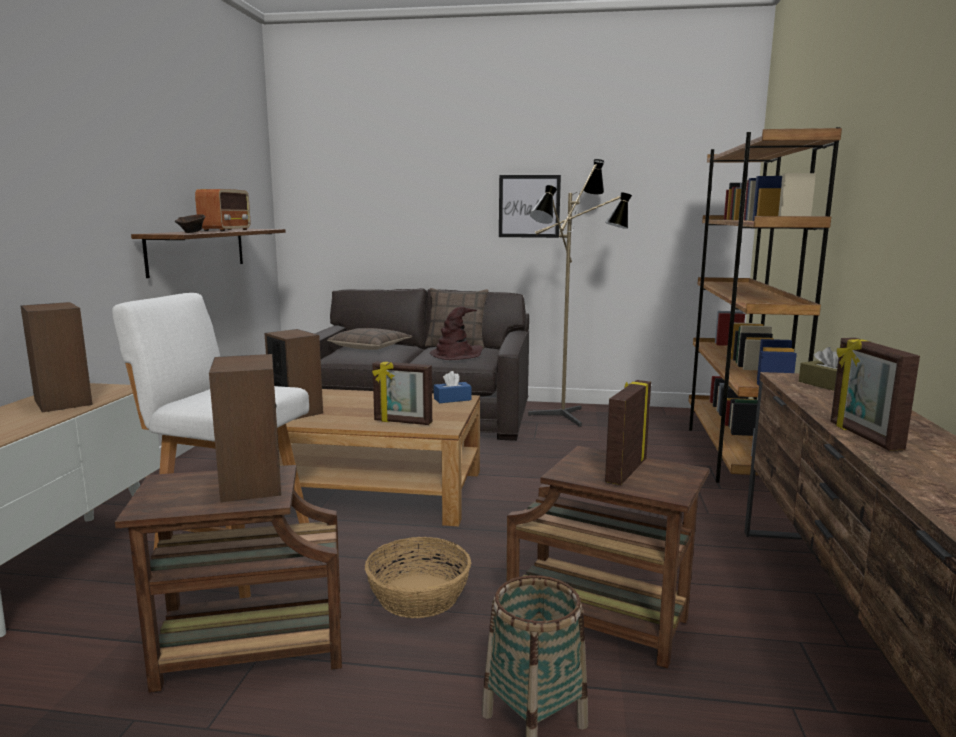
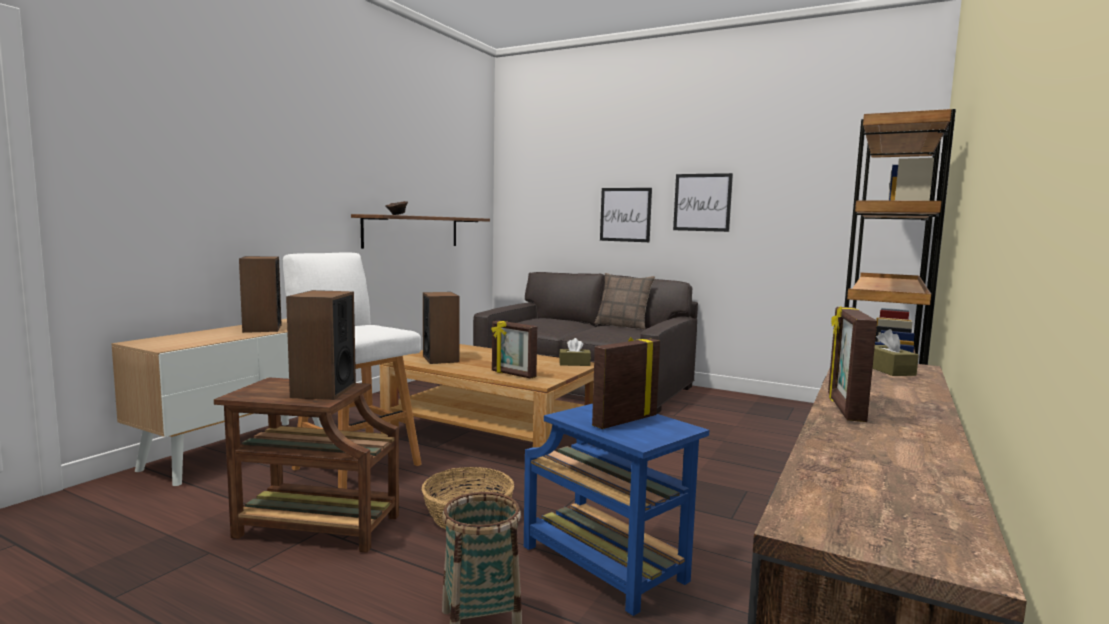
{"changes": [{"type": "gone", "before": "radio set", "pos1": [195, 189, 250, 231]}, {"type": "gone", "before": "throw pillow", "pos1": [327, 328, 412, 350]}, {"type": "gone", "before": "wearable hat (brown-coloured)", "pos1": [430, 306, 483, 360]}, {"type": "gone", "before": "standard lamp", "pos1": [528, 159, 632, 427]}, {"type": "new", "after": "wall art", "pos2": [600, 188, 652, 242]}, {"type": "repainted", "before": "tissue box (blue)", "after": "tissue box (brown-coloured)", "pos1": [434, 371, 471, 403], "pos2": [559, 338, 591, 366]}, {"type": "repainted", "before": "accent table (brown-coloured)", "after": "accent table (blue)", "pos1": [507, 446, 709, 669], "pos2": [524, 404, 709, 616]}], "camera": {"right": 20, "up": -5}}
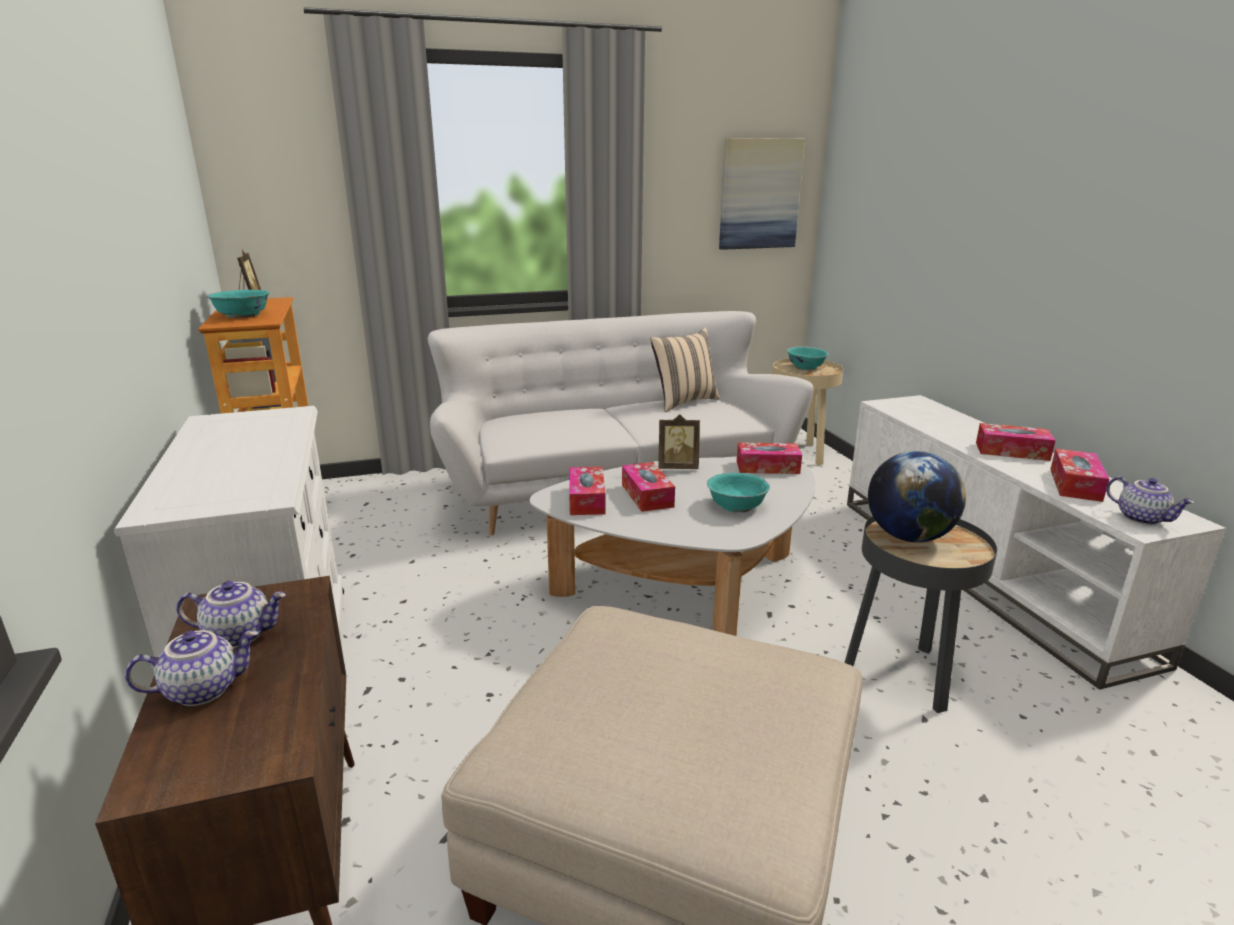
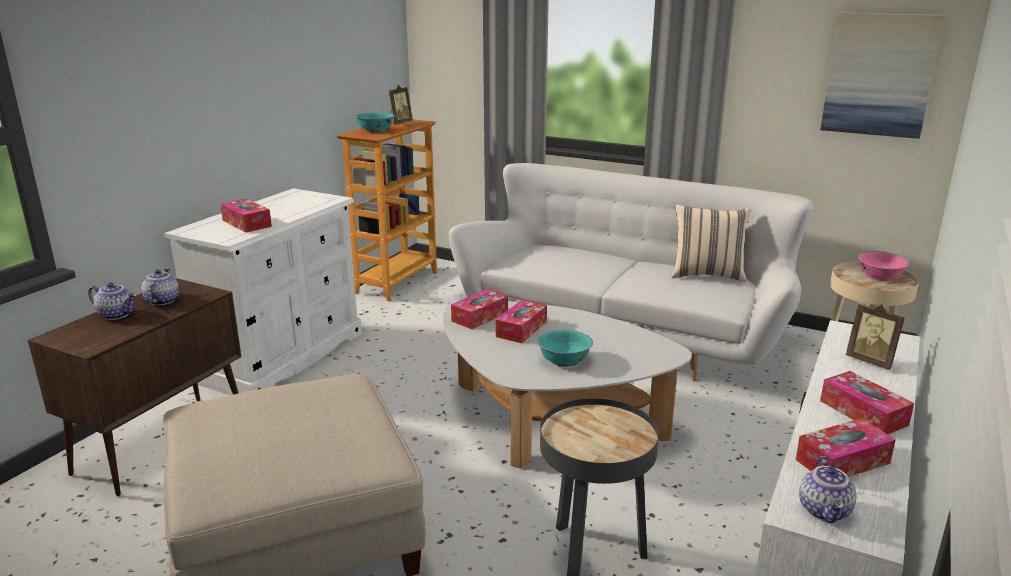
{"changes": [{"type": "gone", "before": "desk globe", "pos1": [868, 451, 966, 542]}, {"type": "shifted", "before": "standing frame", "pos1": [658, 414, 700, 469], "pos2": [846, 304, 905, 370]}, {"type": "shifted", "before": "tissue box", "pos1": [737, 442, 802, 474], "pos2": [220, 199, 272, 233]}, {"type": "repainted", "before": "deep dish (turquoise-coloured)", "after": "deep dish (pinkish)", "pos1": [787, 346, 829, 370], "pos2": [858, 251, 909, 281]}, {"type": "rotated", "before": "tea pot", "pos1": [177, 581, 286, 648], "pos2": [141, 268, 179, 306], "turn": -135}], "camera": {"right": 45, "up": 0}}
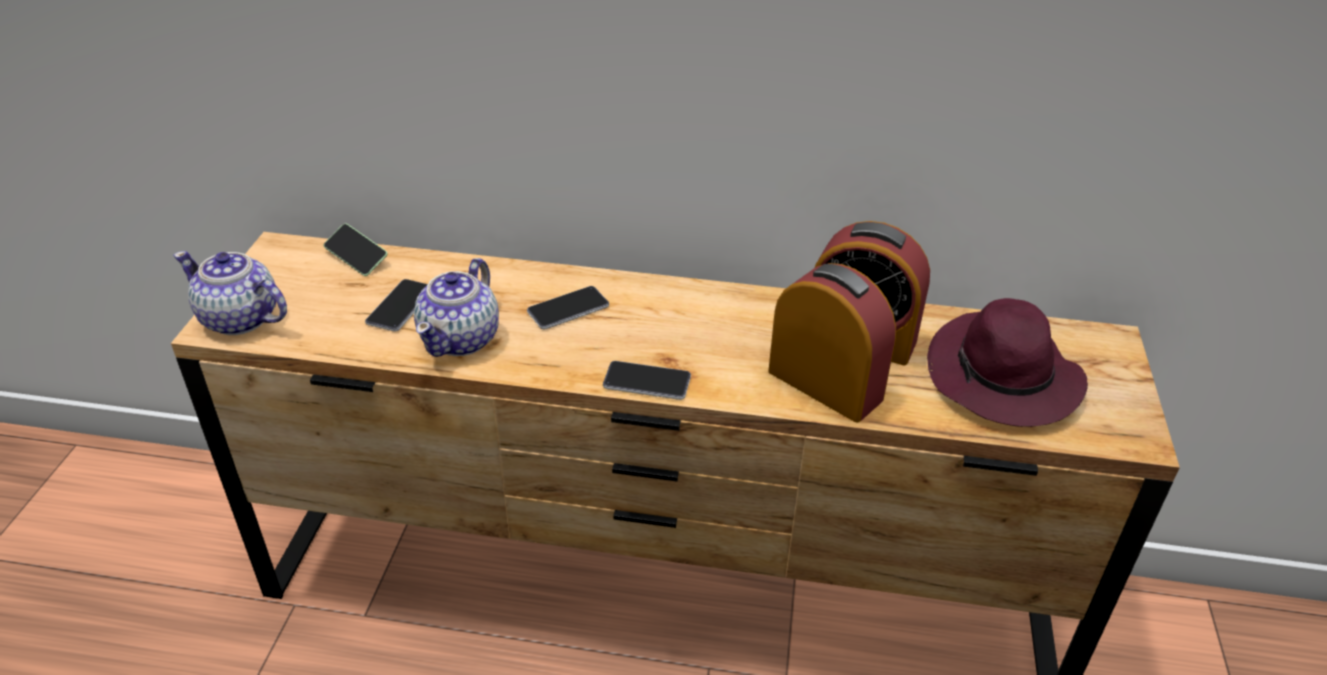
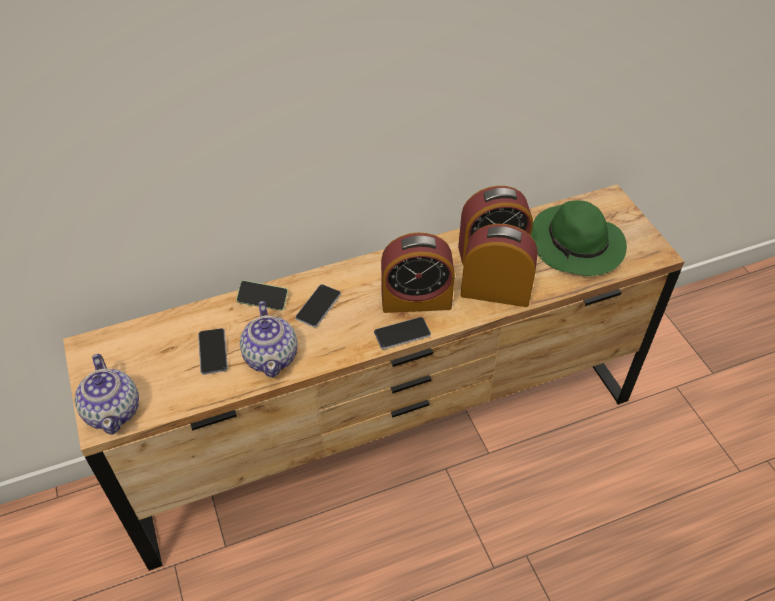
{"changes": [{"type": "new", "after": "table clock", "pos2": [381, 232, 455, 313]}, {"type": "shifted", "before": "handset", "pos1": [324, 223, 388, 276], "pos2": [236, 280, 288, 311]}, {"type": "repainted", "before": "wearable hat (purplish)", "after": "wearable hat (green-coloured)", "pos1": [927, 298, 1088, 427], "pos2": [531, 200, 627, 276]}, {"type": "rotated", "before": "tea pot", "pos1": [173, 251, 287, 335], "pos2": [74, 354, 139, 434], "turn": -105}], "camera": {"right": -30, "up": 10}}
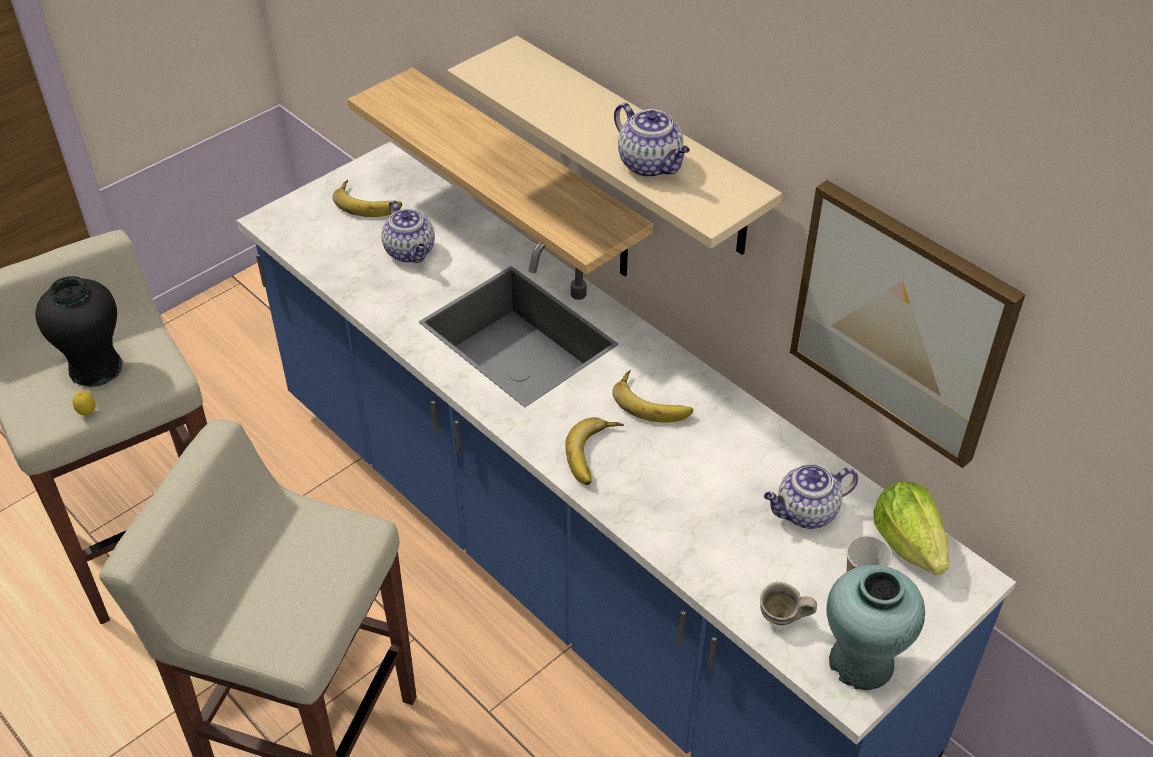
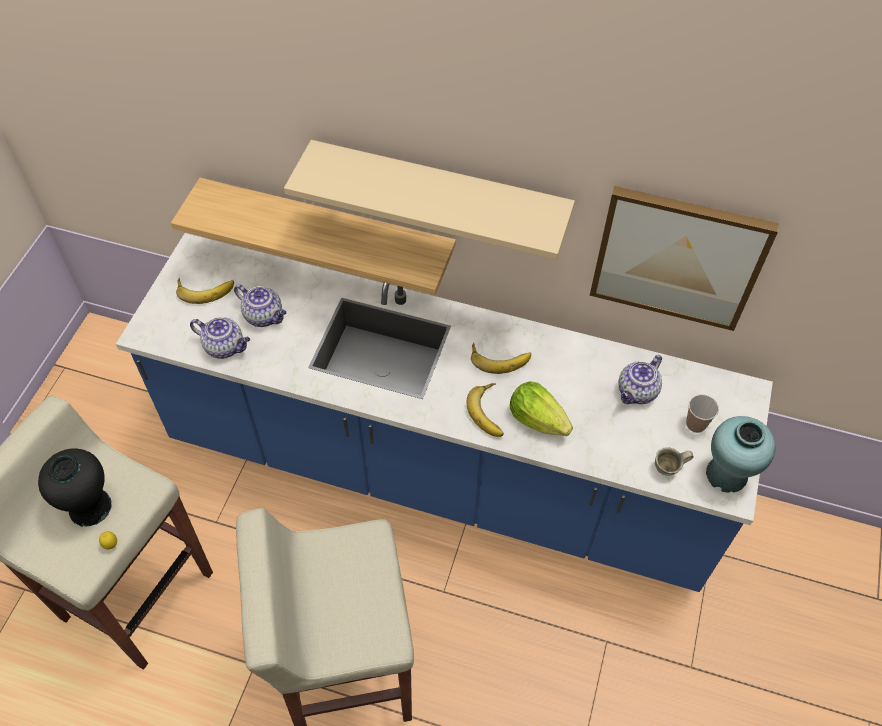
{"changes": [{"type": "shifted", "before": "tea pot", "pos1": [614, 103, 690, 177], "pos2": [190, 317, 250, 359]}, {"type": "shifted", "before": "lettuce", "pos1": [874, 481, 949, 575], "pos2": [510, 381, 573, 436]}], "camera": {"right": -30, "up": 10}}
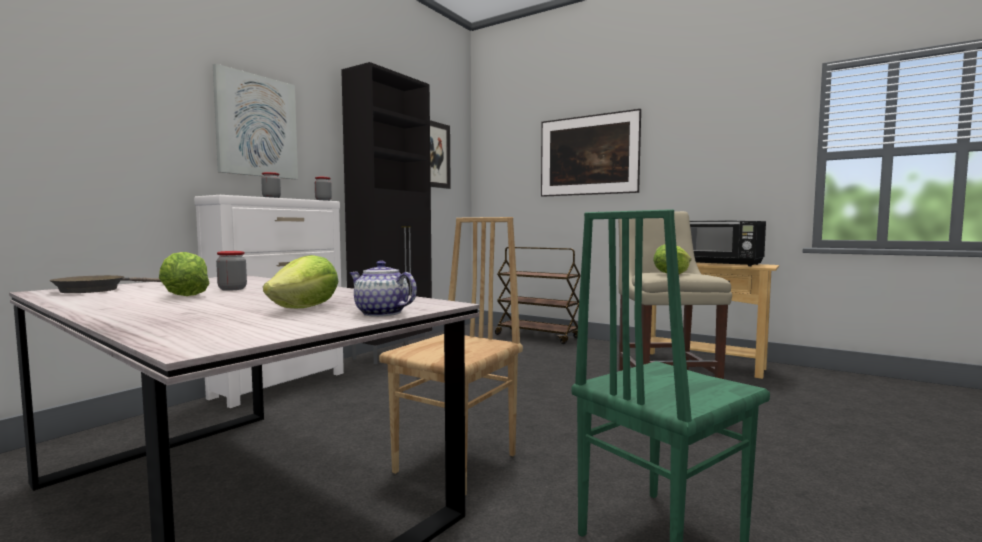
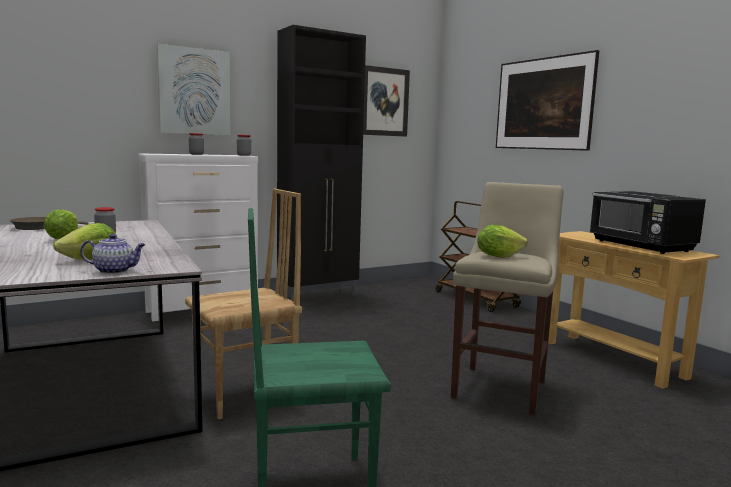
{"changes": [{"type": "rotated", "before": "tea pot", "pos1": [349, 261, 417, 317], "pos2": [80, 234, 146, 274], "turn": 120}], "camera": {"right": 25, "up": 5}}
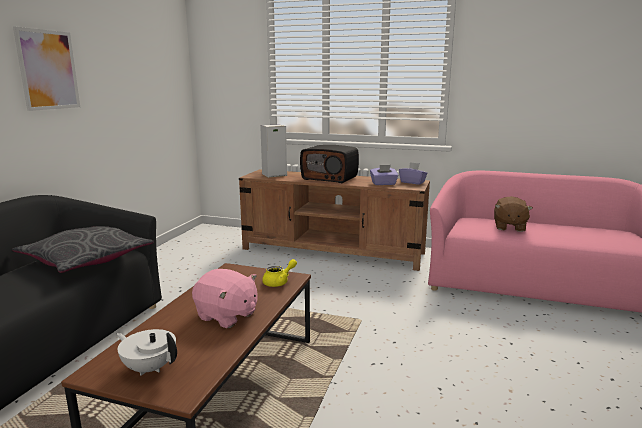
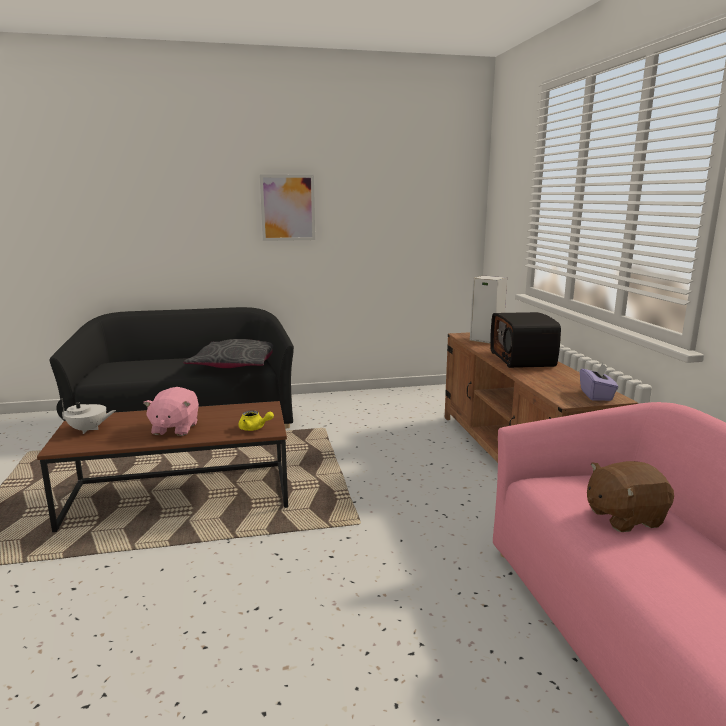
{"changes": [{"type": "gone", "before": "tissue box (purplish)", "pos1": [370, 165, 399, 185]}, {"type": "rotated", "before": "tea pot (whitish)", "pos1": [117, 329, 177, 376], "pos2": [56, 398, 116, 434], "turn": 90}], "camera": {"right": 60, "up": 0}}
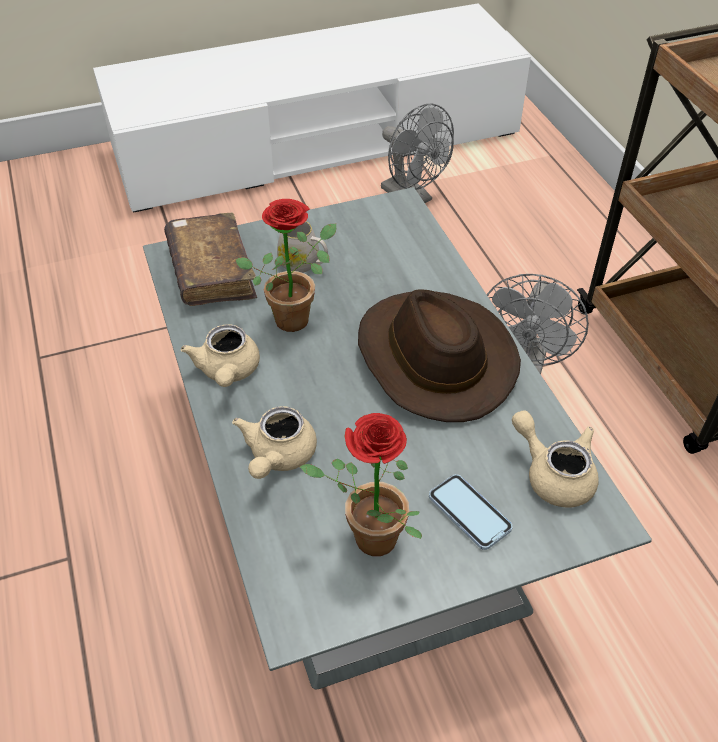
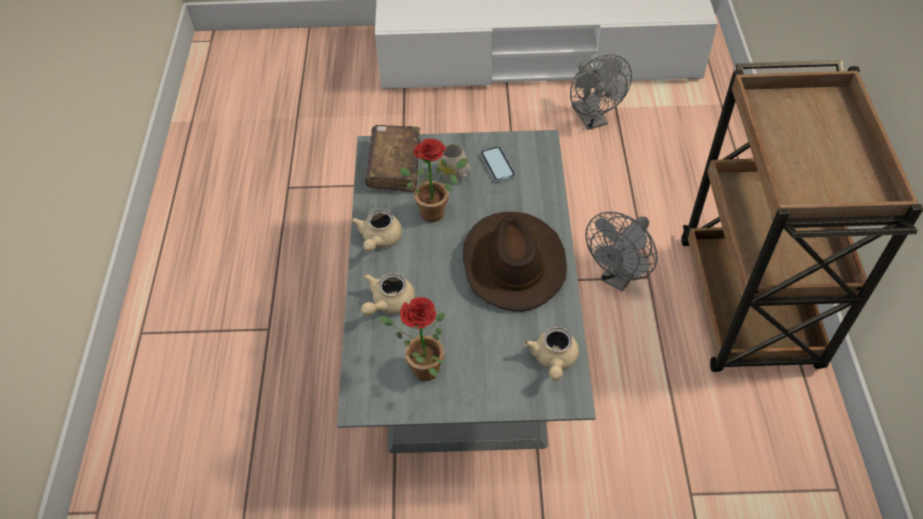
{"changes": [{"type": "shifted", "before": "handset", "pos1": [429, 474, 513, 550], "pos2": [480, 146, 516, 182]}, {"type": "rotated", "before": "tea pot (sand-coloured)", "pos1": [512, 410, 599, 507], "pos2": [524, 327, 579, 380], "turn": -150}], "camera": {"right": 20, "up": 5}}
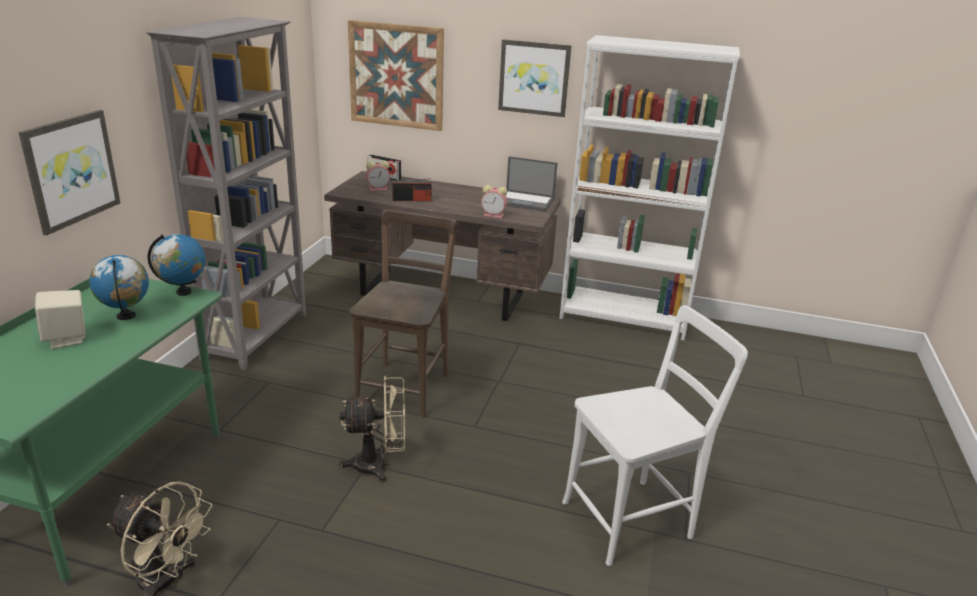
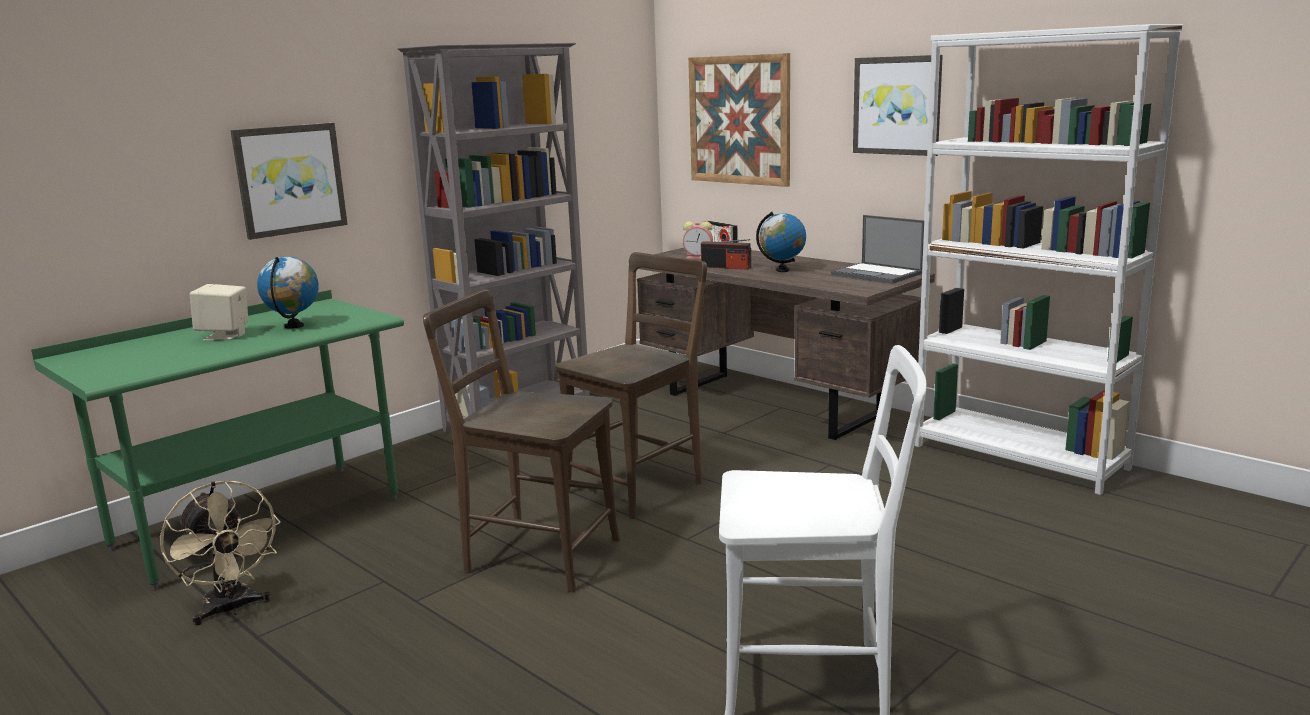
{"changes": [{"type": "gone", "before": "table clock", "pos1": [481, 185, 507, 218]}, {"type": "shifted", "before": "desk globe", "pos1": [147, 234, 205, 296], "pos2": [756, 212, 806, 272]}, {"type": "swapped", "before": "electric fan (sand-coloured)", "after": "plain chair (brown-coloured)", "pos1": [339, 376, 405, 483], "pos2": [423, 289, 620, 592]}], "camera": {"right": 30, "up": -10}}
